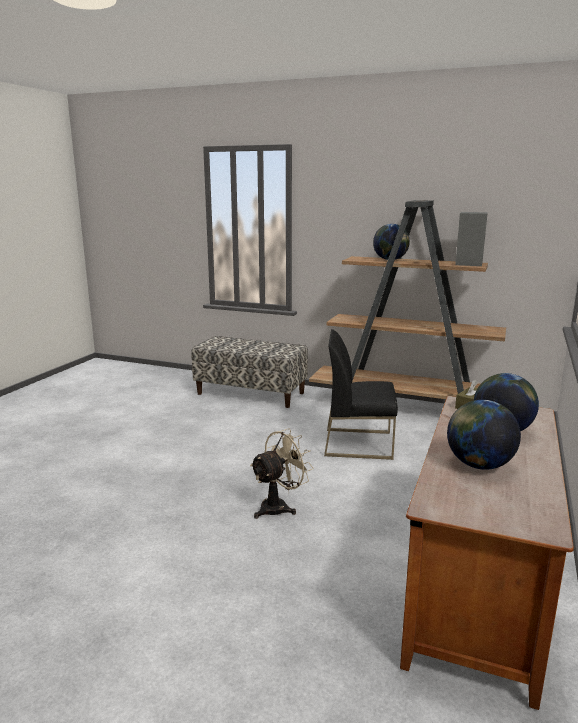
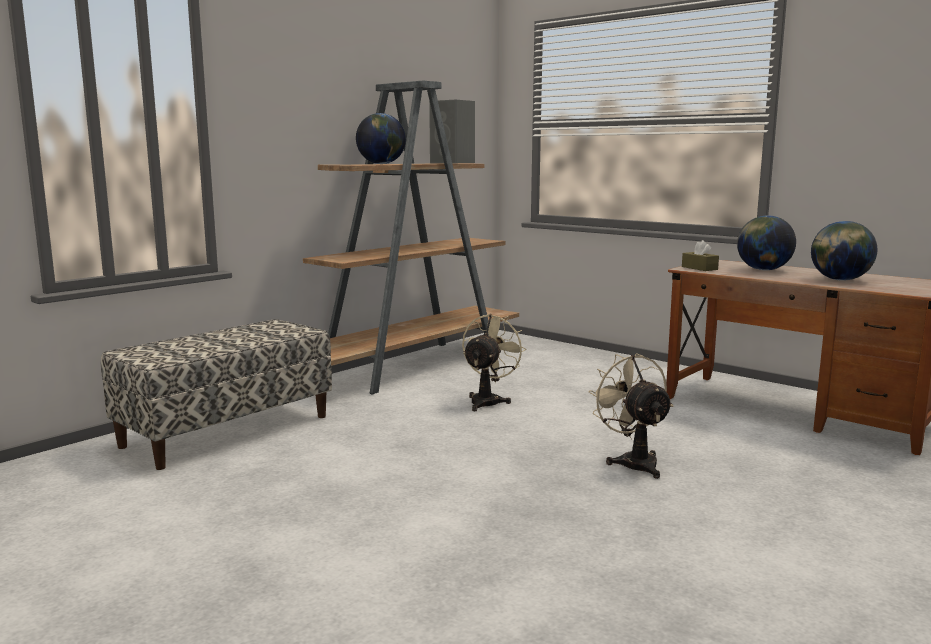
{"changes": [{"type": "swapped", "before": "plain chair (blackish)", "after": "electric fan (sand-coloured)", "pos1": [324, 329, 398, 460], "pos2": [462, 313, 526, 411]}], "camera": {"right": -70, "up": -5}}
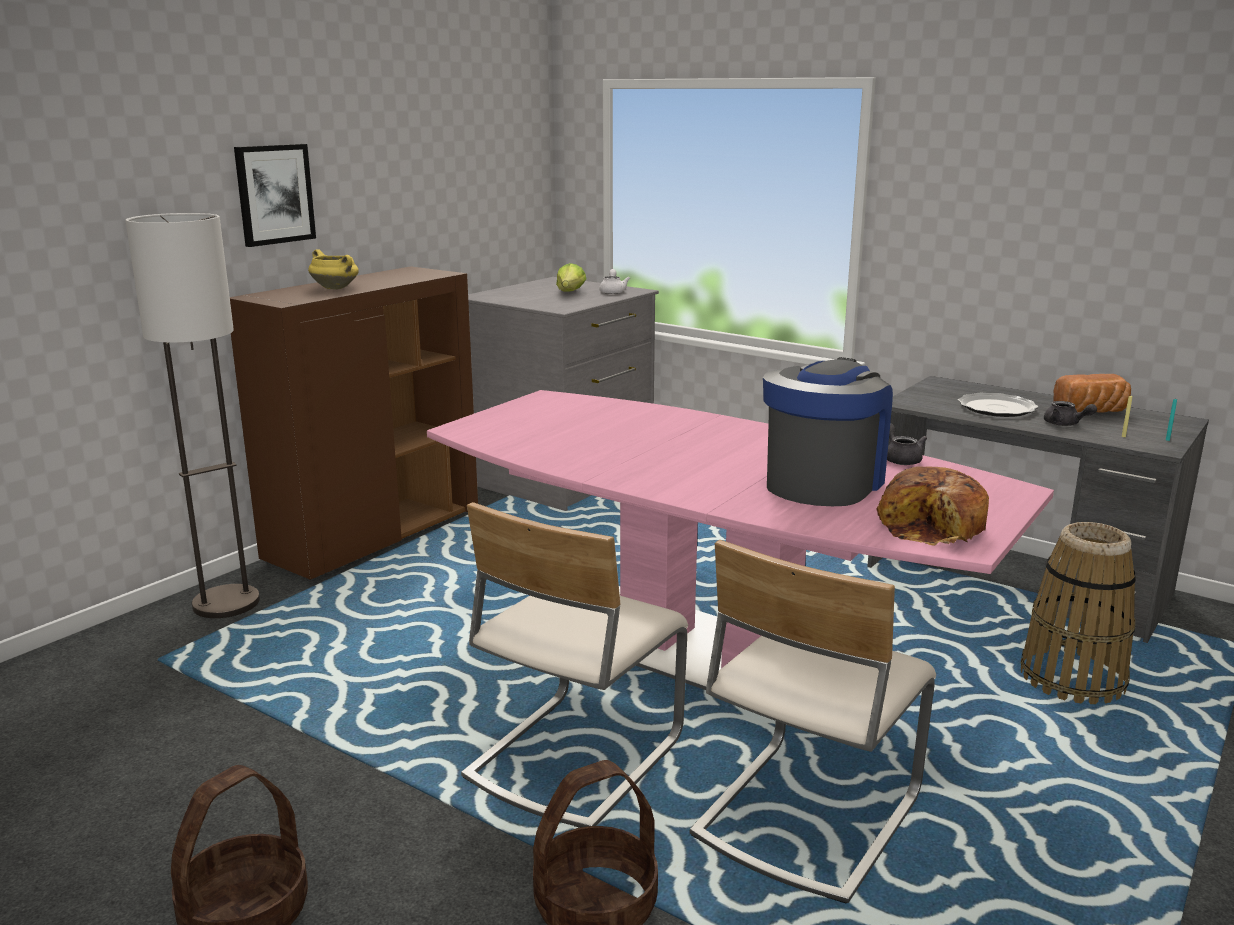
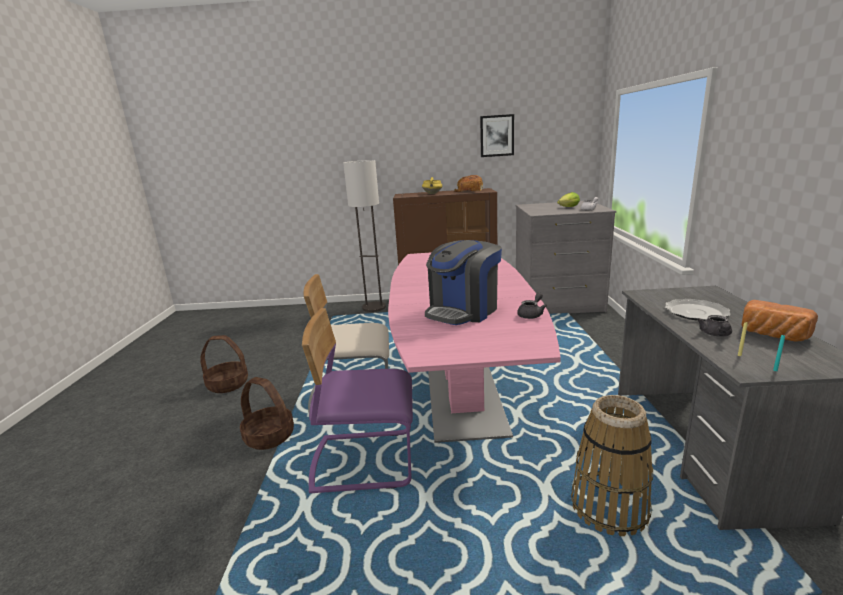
{"changes": [{"type": "shifted", "before": "wall art", "pos1": [234, 144, 316, 247], "pos2": [480, 114, 514, 157]}, {"type": "shifted", "before": "baked bread", "pos1": [876, 466, 989, 545], "pos2": [453, 175, 483, 192]}, {"type": "repainted", "before": "plain chair (sand-coloured)", "after": "plain chair (purplish)", "pos1": [690, 540, 936, 904], "pos2": [302, 308, 413, 493]}, {"type": "rotated", "before": "coffee brewer", "pos1": [763, 357, 893, 506], "pos2": [425, 240, 502, 325], "turn": 135}], "camera": {"right": 55, "up": 0}}
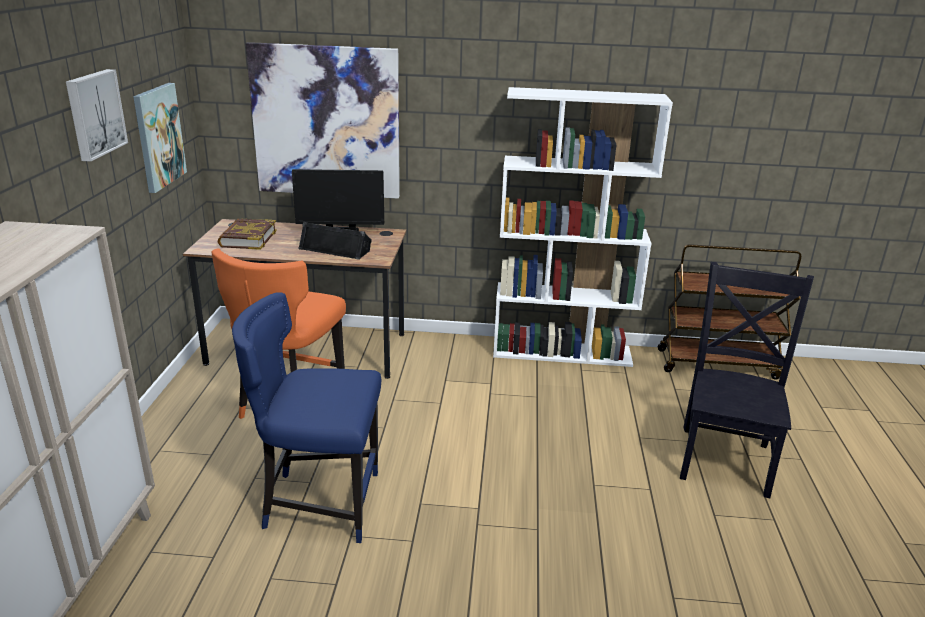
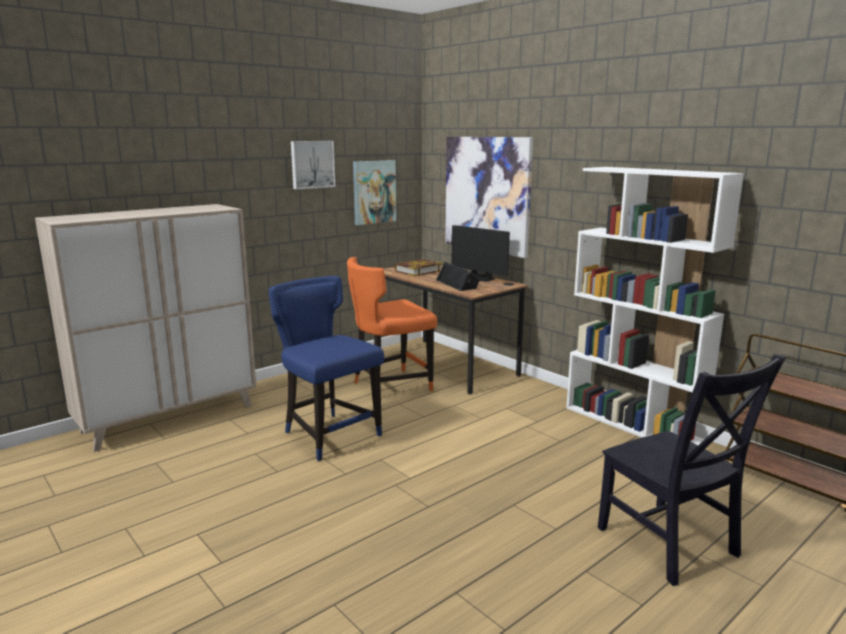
{"changes": [{"type": "rotated", "before": "plain chair (blackish)", "pos1": [680, 262, 814, 498], "pos2": [598, 354, 786, 586], "turn": 90}], "camera": {"right": 45, "up": -10}}
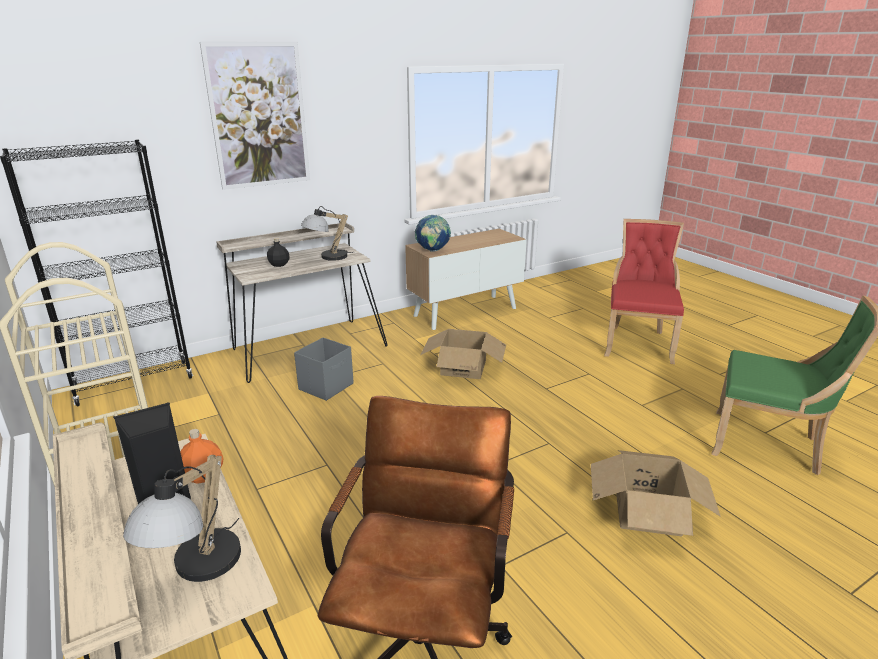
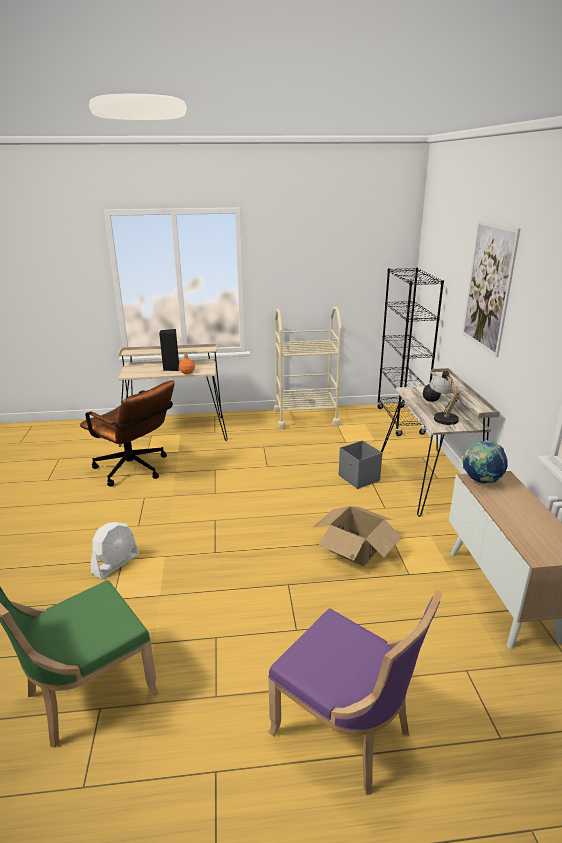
{"changes": [{"type": "gone", "before": "table lamp", "pos1": [123, 455, 241, 582]}, {"type": "swapped", "before": "cardboard box", "after": "electric fan (whitish)", "pos1": [591, 450, 721, 536], "pos2": [91, 522, 139, 579]}, {"type": "repainted", "before": "plain chair (reddish)", "after": "plain chair (purplish)", "pos1": [604, 219, 684, 364], "pos2": [268, 590, 443, 795]}], "camera": {"right": 115, "up": 0}}
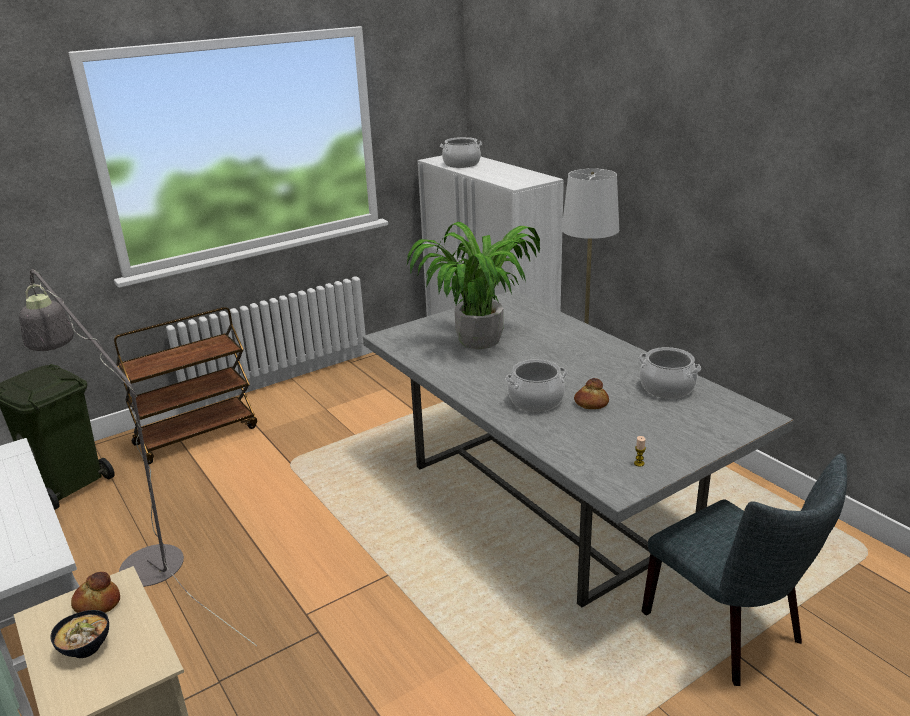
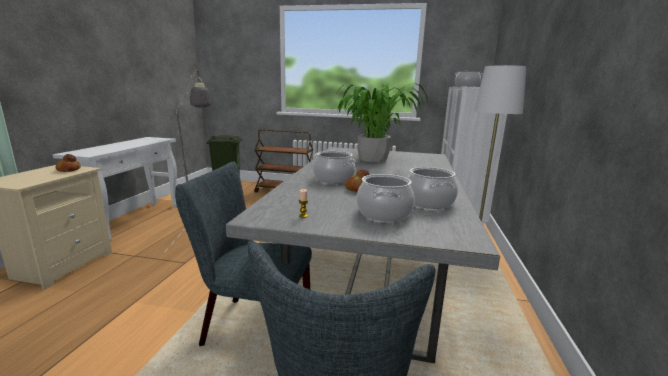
{"changes": [{"type": "gone", "before": "deep dish", "pos1": [51, 610, 109, 658]}, {"type": "new", "after": "plain chair (gray)", "pos2": [175, 161, 312, 346]}, {"type": "new", "after": "stockpot", "pos2": [357, 174, 415, 222]}], "camera": {"right": 45, "up": -10}}
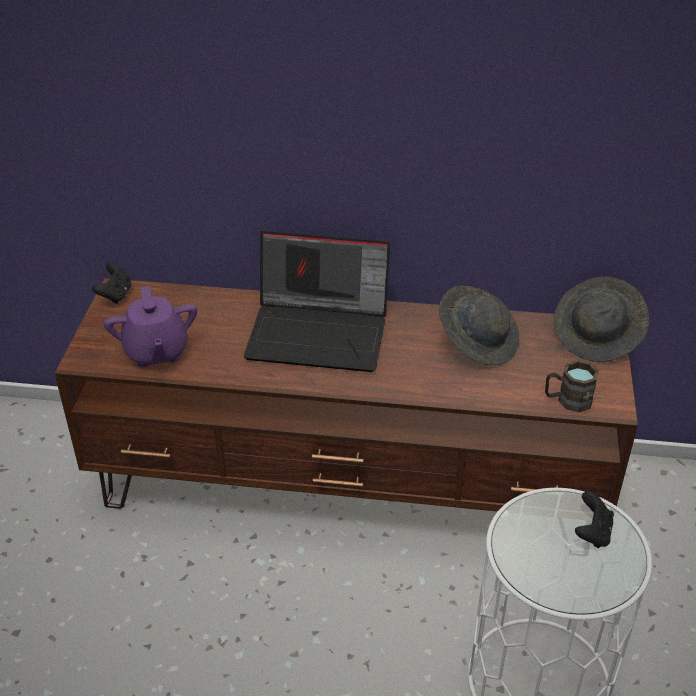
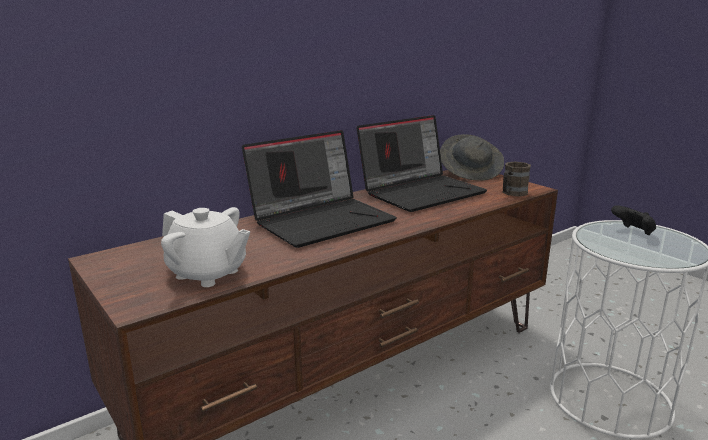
{"changes": [{"type": "gone", "before": "gamepad (blackish)", "pos1": [92, 263, 132, 304]}, {"type": "swapped", "before": "wearable hat (gray)", "after": "portable computer", "pos1": [439, 286, 520, 365], "pos2": [357, 115, 487, 212]}, {"type": "repainted", "before": "tea pot (purplish)", "after": "tea pot (whitish)", "pos1": [104, 286, 197, 368], "pos2": [161, 207, 250, 287]}], "camera": {"right": -45, "up": -20}}
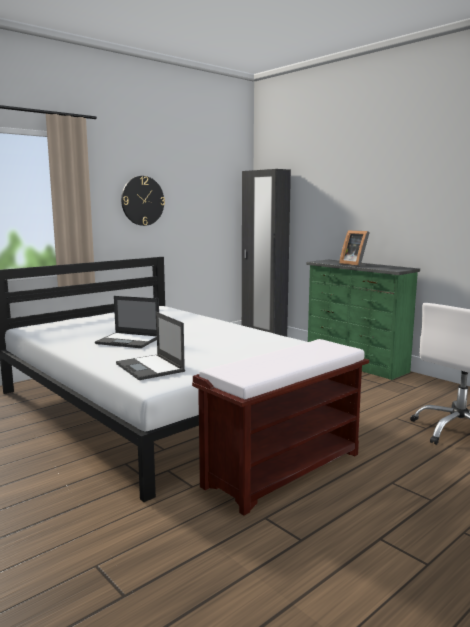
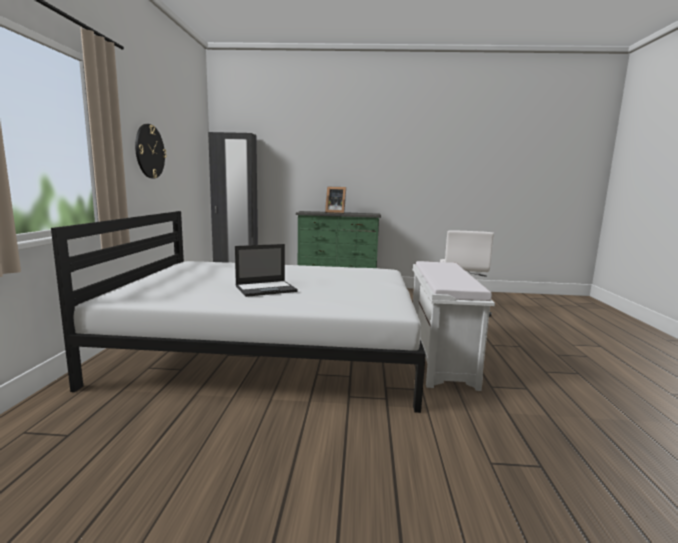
{"changes": [{"type": "gone", "before": "portable computer", "pos1": [116, 312, 185, 380]}, {"type": "repainted", "before": "bench (brown-coloured)", "after": "bench (whitish)", "pos1": [192, 339, 369, 516], "pos2": [413, 261, 495, 391]}], "camera": {"right": -45, "up": 0}}
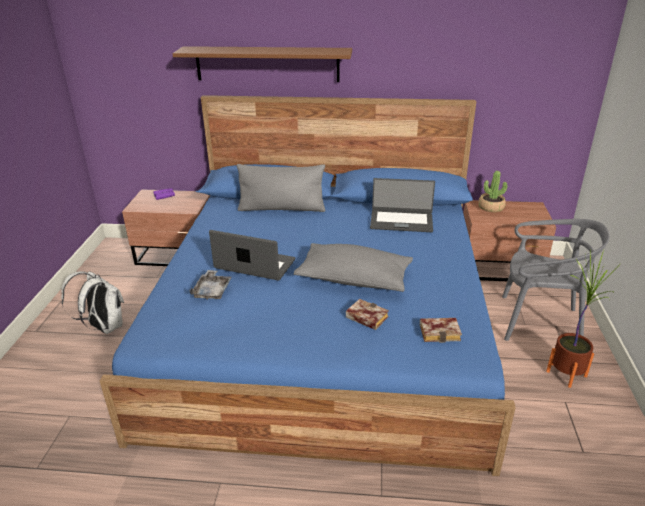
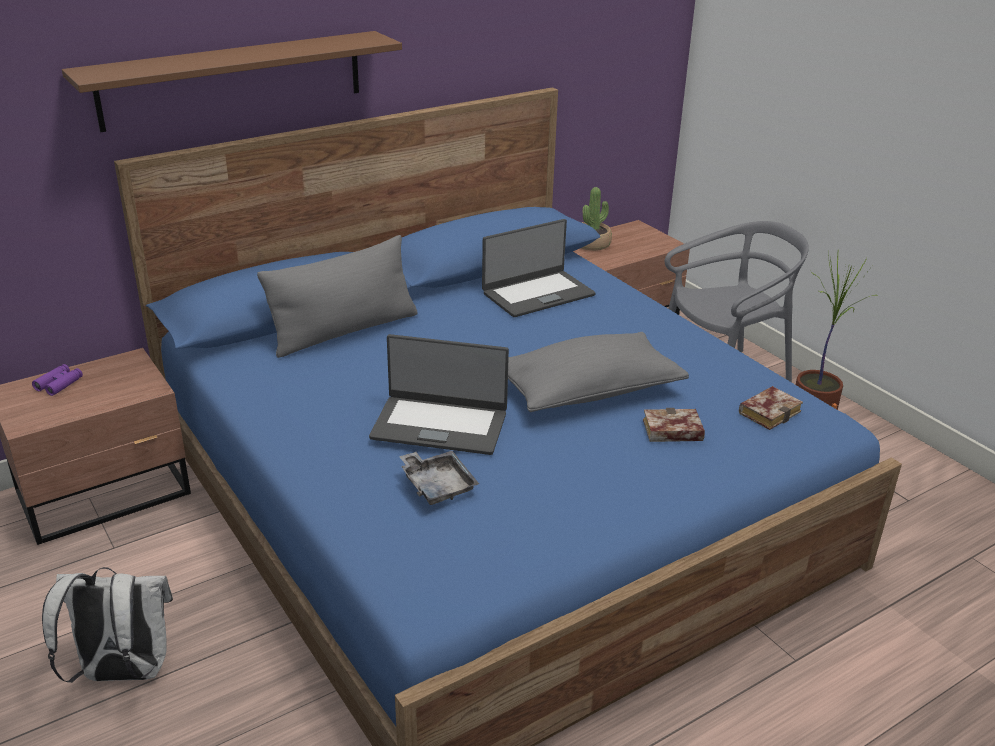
{"changes": [{"type": "rotated", "before": "portable computer", "pos1": [209, 230, 295, 281], "pos2": [369, 334, 509, 455], "turn": -150}], "camera": {"right": -40, "up": 0}}
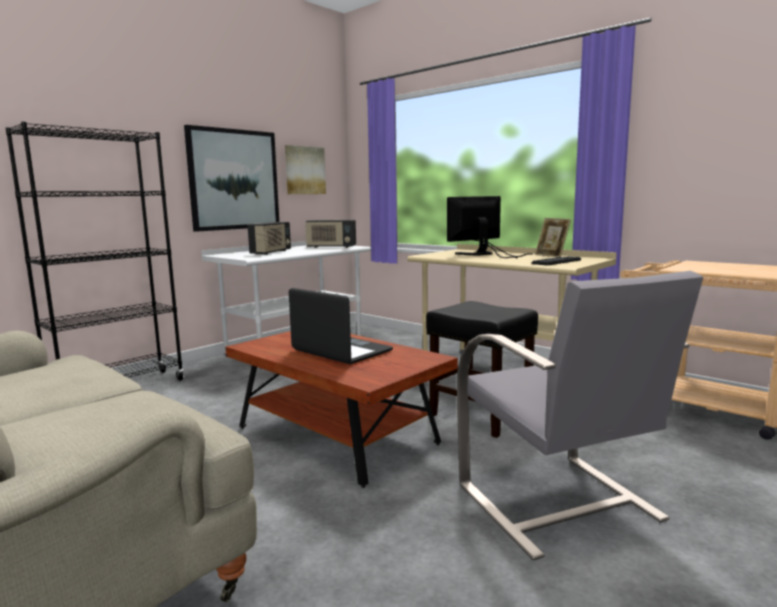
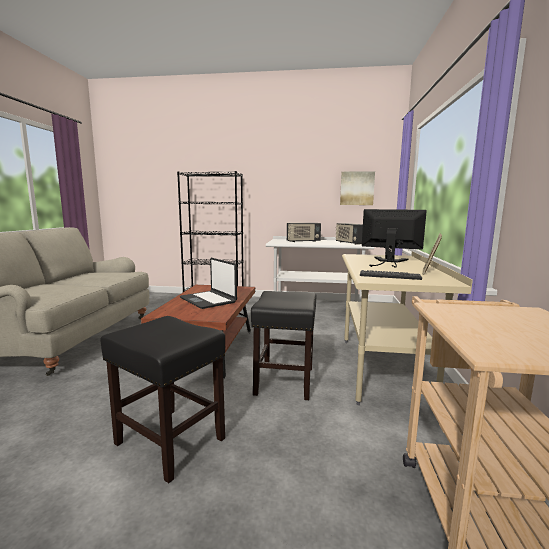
{"changes": [{"type": "gone", "before": "wall art", "pos1": [184, 125, 279, 232]}, {"type": "swapped", "before": "easy chair (gray)", "after": "sitting stool (blackish)", "pos1": [457, 271, 703, 560], "pos2": [100, 316, 225, 483]}, {"type": "rotated", "before": "portable computer", "pos1": [289, 288, 393, 364], "pos2": [180, 258, 237, 309], "turn": 135}], "camera": {"right": 55, "up": 0}}
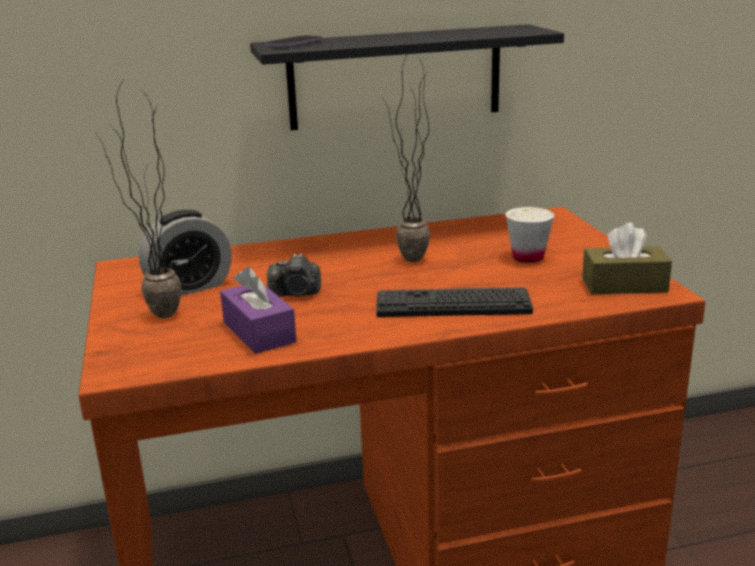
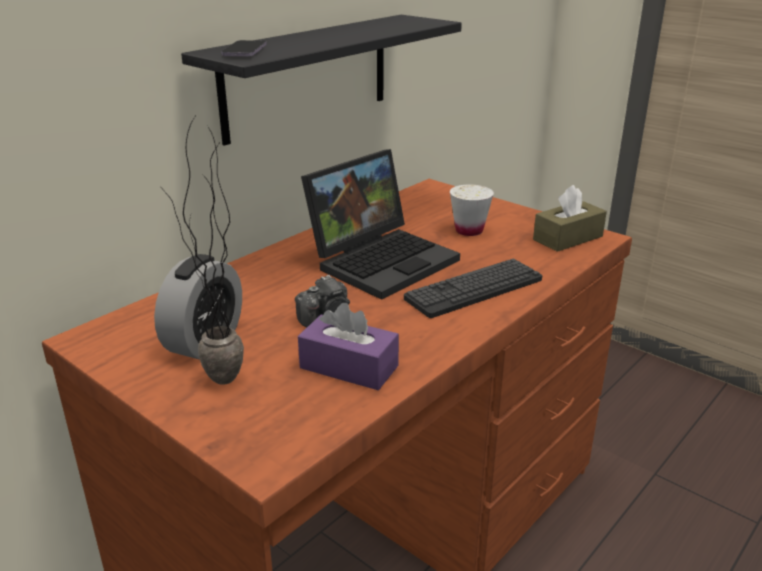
{"changes": [{"type": "swapped", "before": "houseplant", "after": "portable computer", "pos1": [381, 49, 430, 262], "pos2": [301, 149, 460, 300]}], "camera": {"right": -35, "up": 5}}
